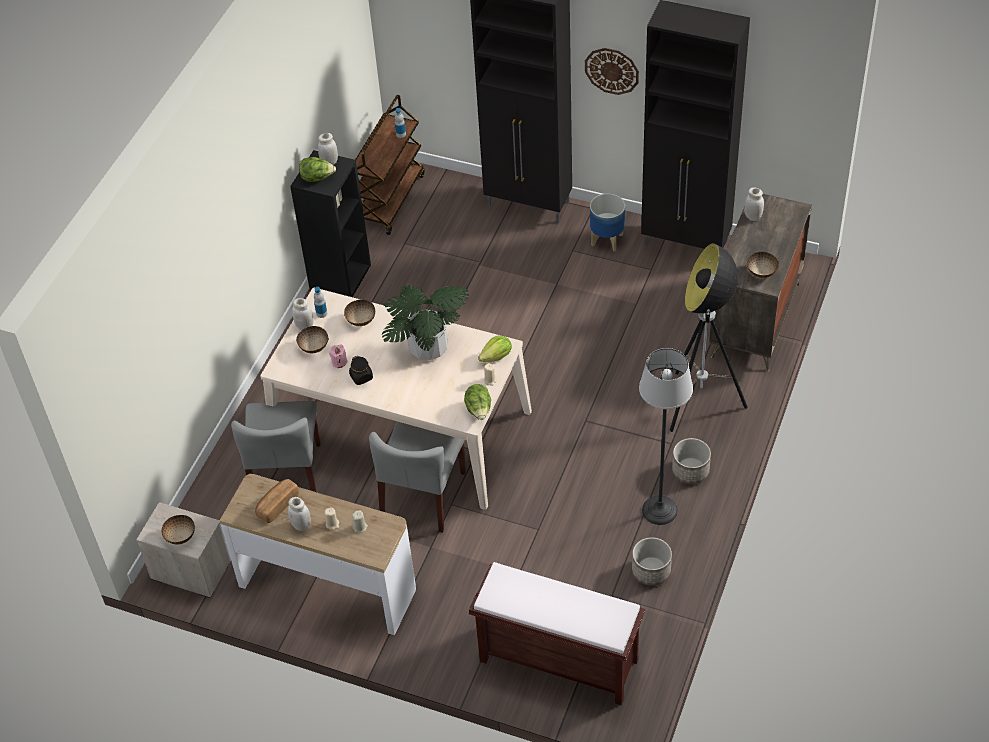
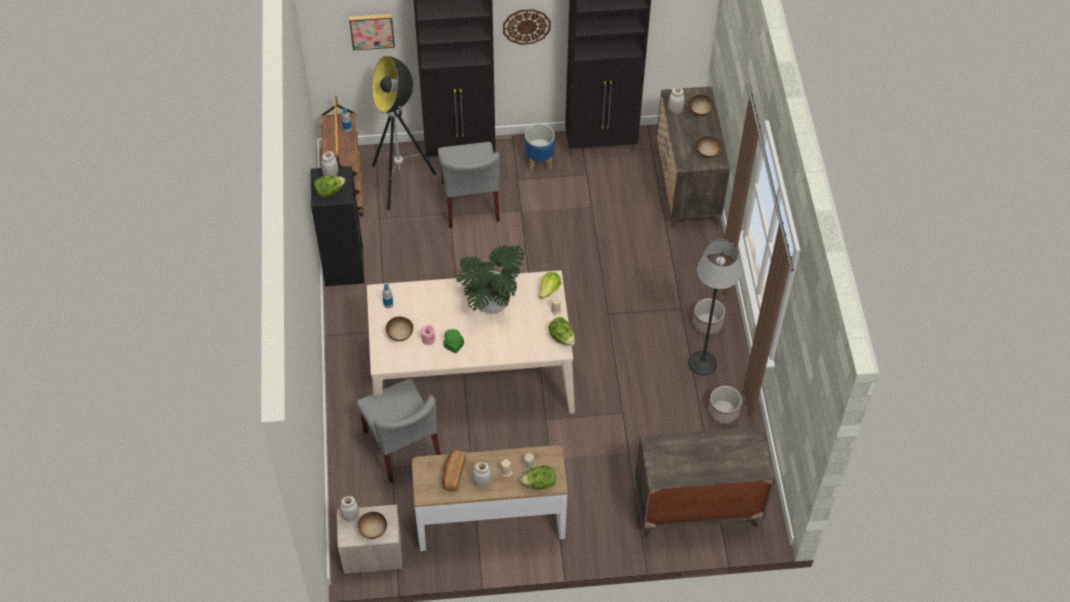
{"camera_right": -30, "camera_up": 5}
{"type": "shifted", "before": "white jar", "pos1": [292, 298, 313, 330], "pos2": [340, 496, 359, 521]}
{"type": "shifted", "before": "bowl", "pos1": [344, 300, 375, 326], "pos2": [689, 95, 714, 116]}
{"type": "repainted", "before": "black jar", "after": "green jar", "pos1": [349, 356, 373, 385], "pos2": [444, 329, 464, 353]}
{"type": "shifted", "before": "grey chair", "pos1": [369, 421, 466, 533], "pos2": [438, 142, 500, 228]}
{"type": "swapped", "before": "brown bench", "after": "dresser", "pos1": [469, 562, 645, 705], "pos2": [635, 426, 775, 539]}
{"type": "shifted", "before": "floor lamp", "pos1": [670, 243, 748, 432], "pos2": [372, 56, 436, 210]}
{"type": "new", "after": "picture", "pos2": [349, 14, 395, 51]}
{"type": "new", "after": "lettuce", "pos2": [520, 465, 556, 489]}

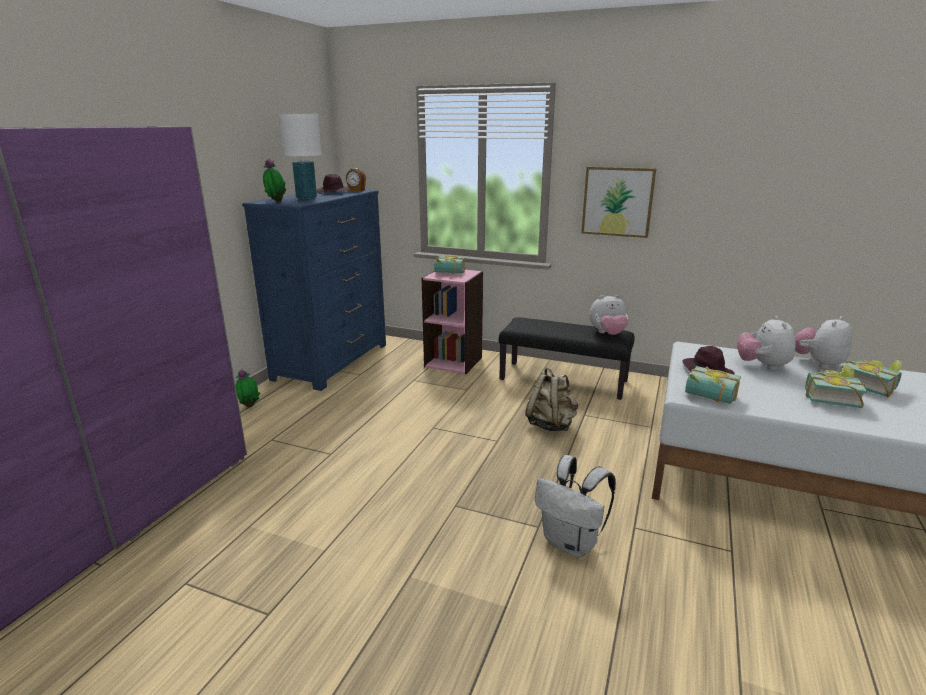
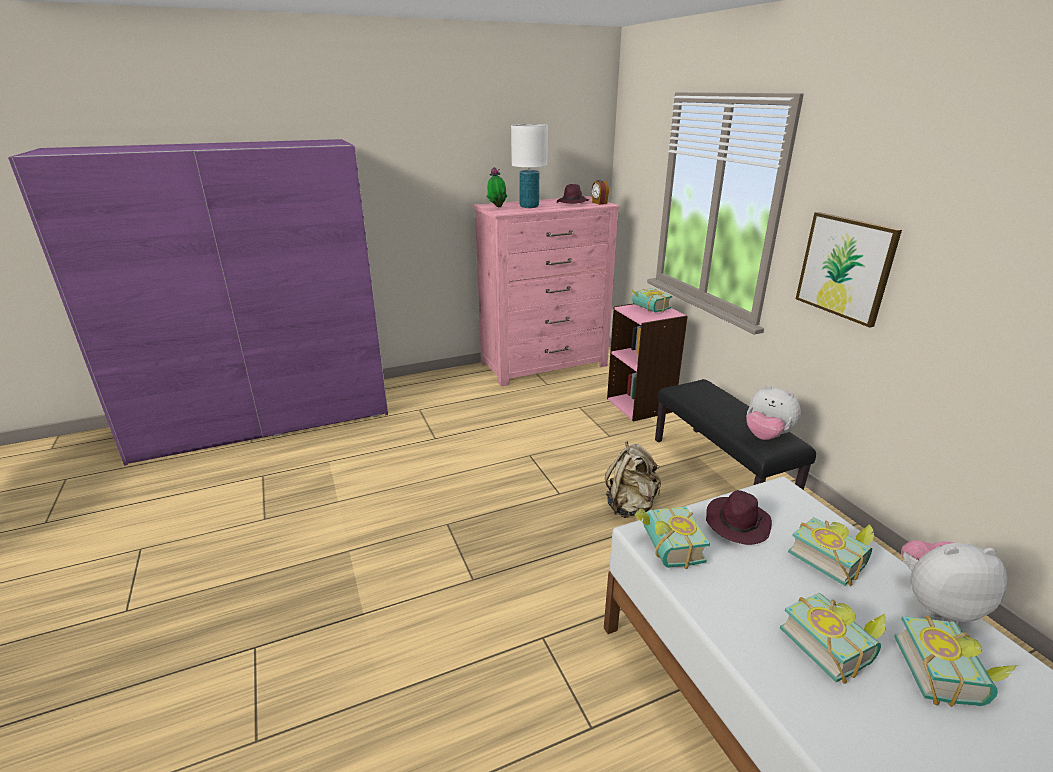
{"camera_right": 45, "camera_up": 5}
{"type": "gone", "before": "potted plant", "pos1": [235, 369, 260, 407]}
{"type": "repainted", "before": "blue dresser", "after": "pink dresser", "pos1": [242, 190, 386, 391], "pos2": [473, 196, 620, 387]}
{"type": "gone", "before": "white backpack", "pos1": [535, 455, 616, 557]}
{"type": "swapped", "before": "plush toy", "after": "book", "pos1": [737, 316, 796, 370], "pos2": [788, 517, 874, 586]}

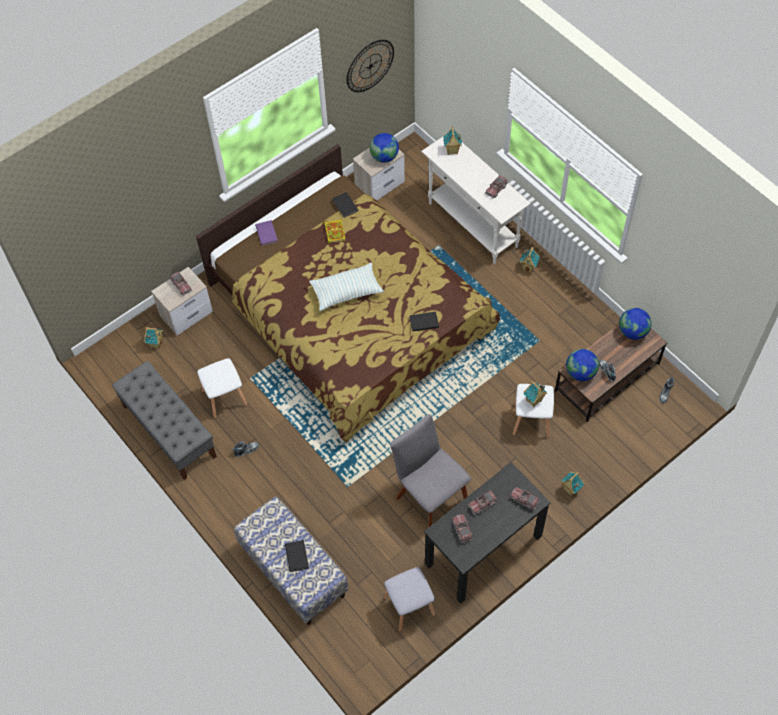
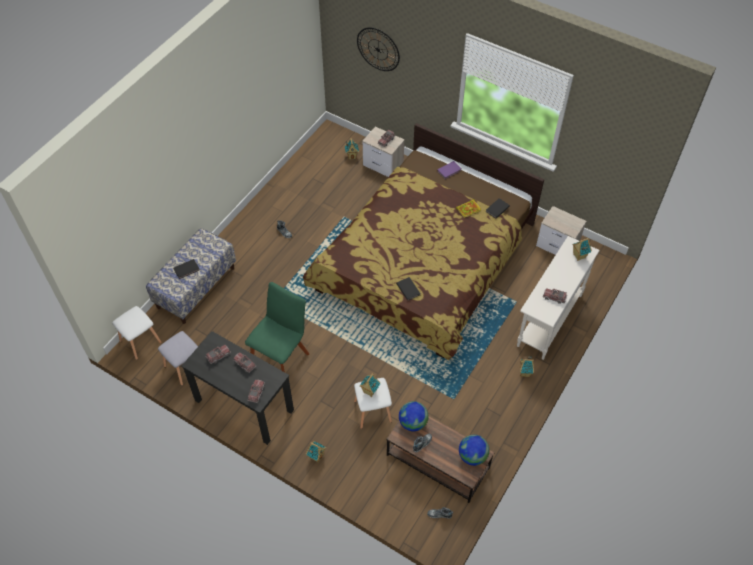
{"camera_right": 70, "camera_up": -5}
{"type": "gone", "before": "grey bench", "pos1": [112, 361, 217, 480]}
{"type": "shifted", "before": "white stool", "pos1": [197, 358, 248, 419], "pos2": [112, 306, 162, 360]}
{"type": "gone", "before": "pillow", "pos1": [309, 263, 384, 311]}
{"type": "shifted", "before": "wall clock", "pos1": [347, 40, 394, 92], "pos2": [357, 27, 400, 71]}
{"type": "gone", "before": "globe", "pos1": [370, 133, 399, 163]}
{"type": "repainted", "before": "grey chair", "after": "green chair", "pos1": [390, 414, 471, 528], "pos2": [245, 282, 309, 372]}

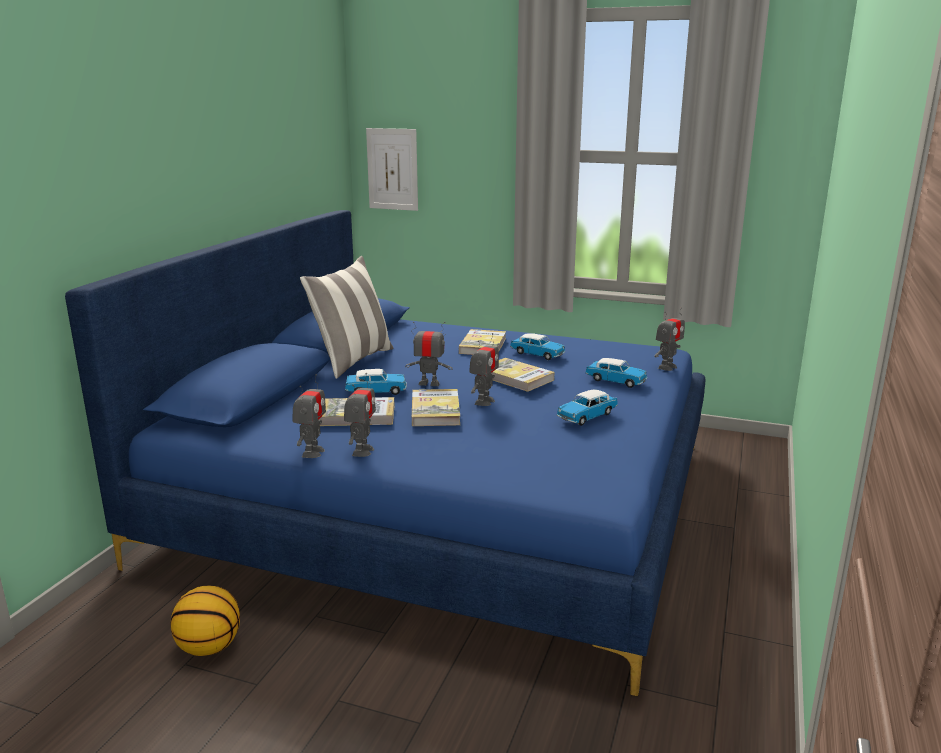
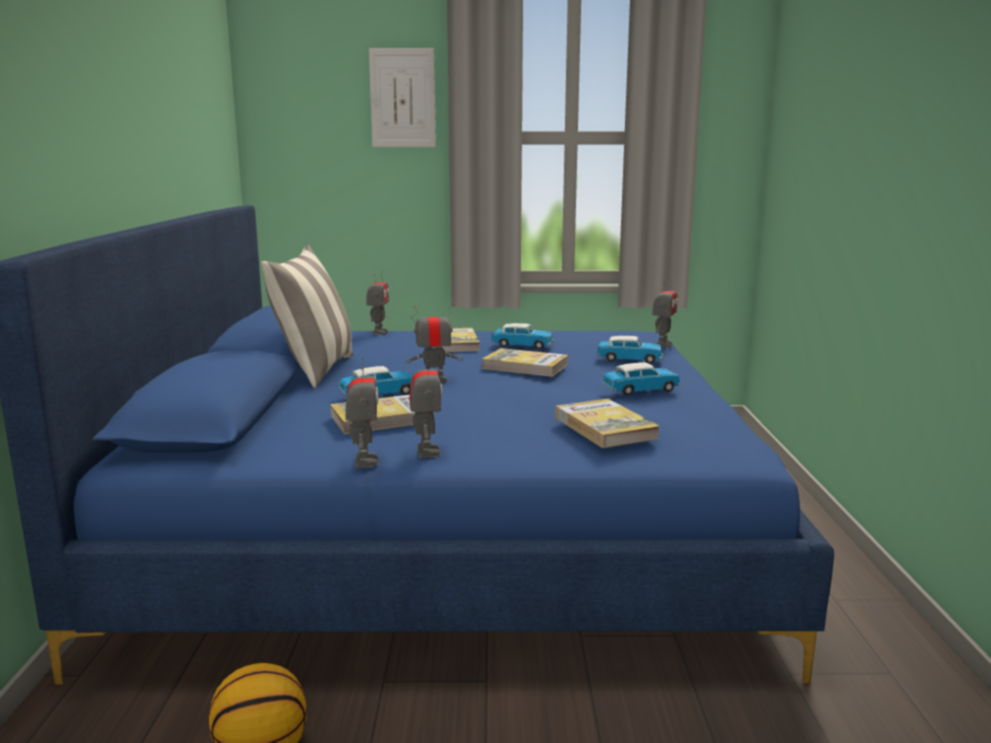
{"camera_right": -20, "camera_up": -5}
{"type": "shifted", "before": "picture", "pos1": [366, 128, 418, 211], "pos2": [369, 48, 436, 147]}
{"type": "shifted", "before": "book", "pos1": [412, 389, 460, 426], "pos2": [555, 399, 660, 448]}
{"type": "shifted", "before": "toy robot", "pos1": [469, 333, 499, 406], "pos2": [366, 271, 389, 335]}
{"type": "rotated", "before": "toy car", "pos1": [557, 389, 618, 426], "pos2": [602, 362, 680, 396], "turn": -135}

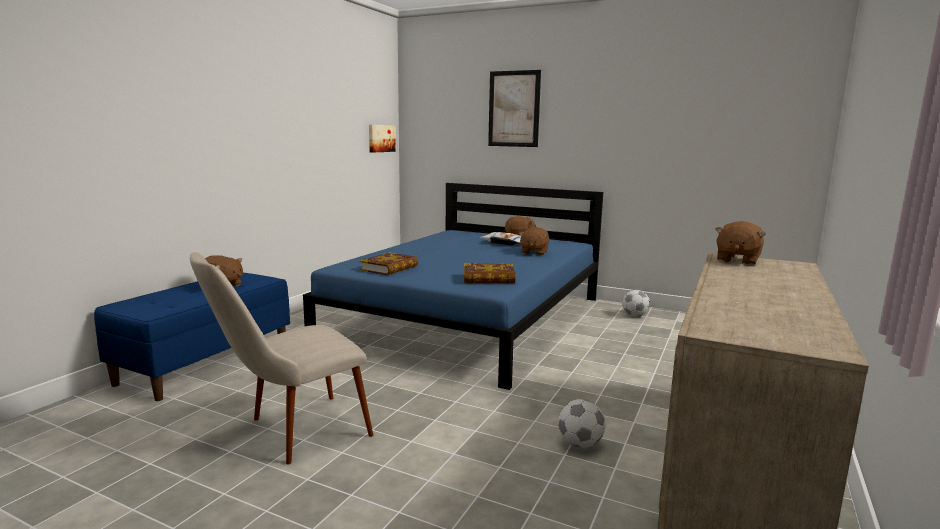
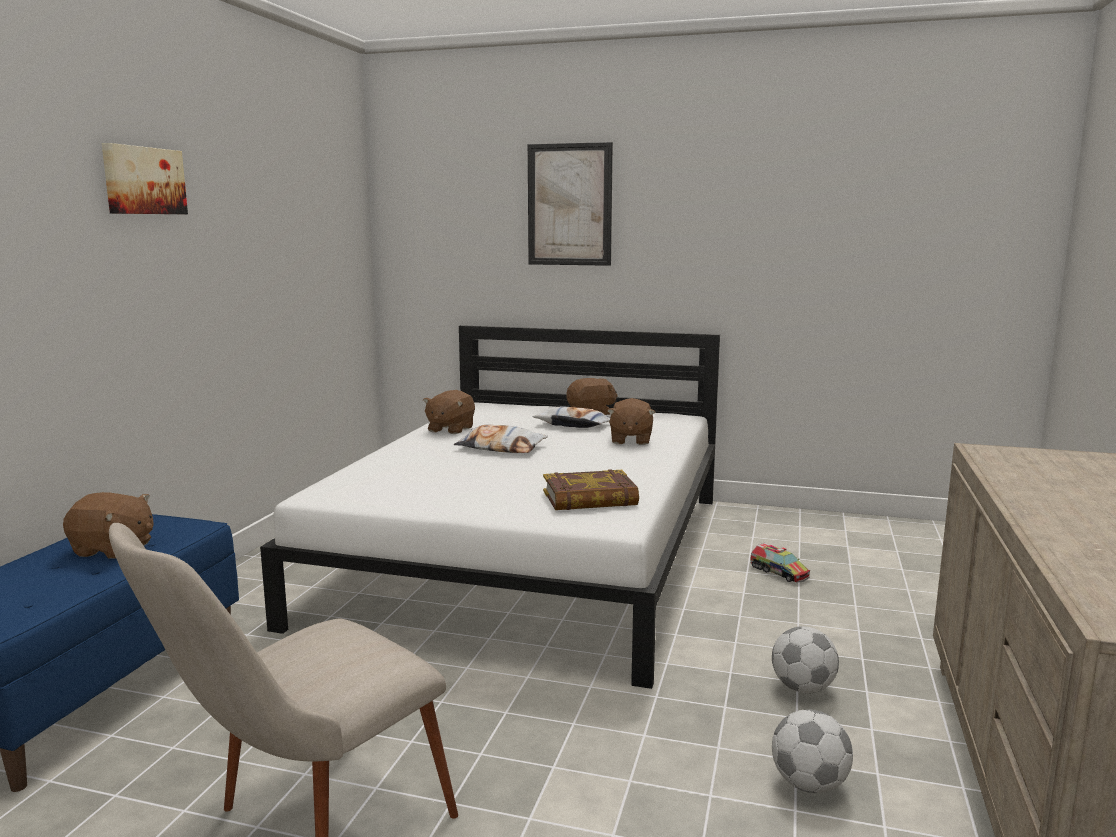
{"camera_right": -10, "camera_up": 0}
{"type": "repainted", "before": "blue bed", "after": "white bed", "pos1": [303, 183, 603, 390], "pos2": [260, 325, 720, 689]}
{"type": "gone", "before": "book", "pos1": [359, 252, 418, 275]}
{"type": "shifted", "before": "picture", "pos1": [369, 125, 396, 153], "pos2": [102, 143, 188, 214]}
{"type": "shifted", "before": "football", "pos1": [622, 290, 650, 317], "pos2": [772, 626, 839, 694]}
{"type": "shifted", "before": "brown plush toy", "pos1": [715, 221, 766, 265], "pos2": [423, 390, 475, 434]}
{"type": "new", "after": "pillow", "pos2": [454, 425, 548, 453]}
{"type": "new", "after": "toy truck", "pos2": [750, 543, 810, 582]}

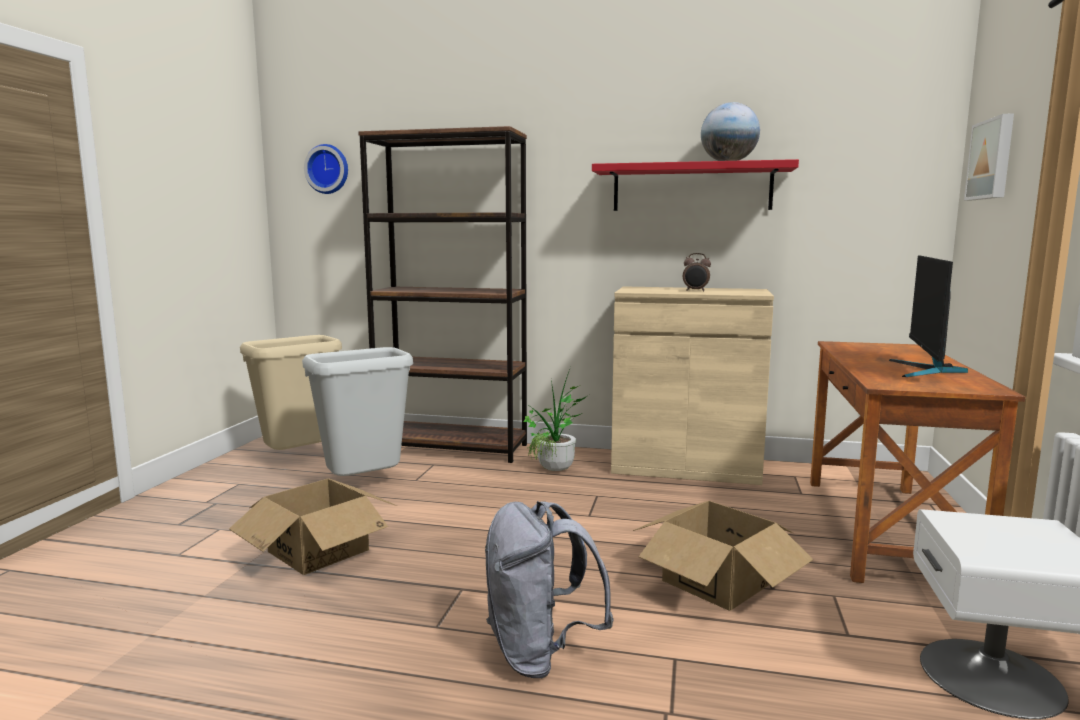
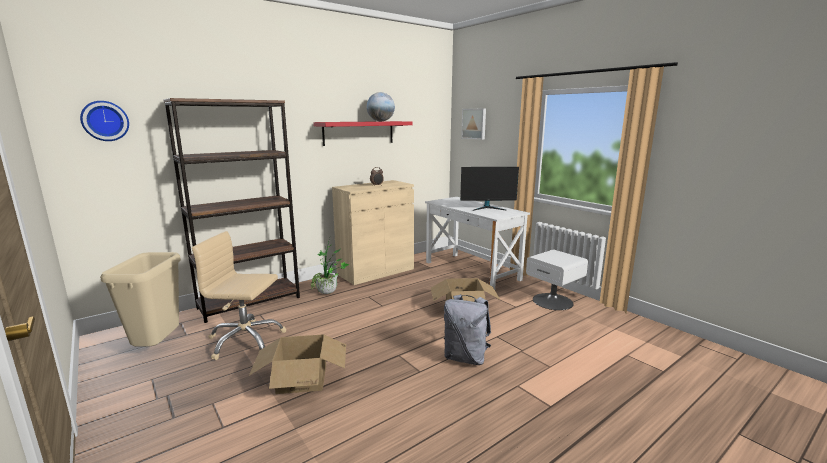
{"camera_right": -50, "camera_up": 5}
{"type": "swapped", "before": "grey trash can", "after": "beige office chair", "pos1": [302, 347, 413, 476], "pos2": [192, 231, 286, 360]}
{"type": "repainted", "before": "brown desk", "after": "white desk", "pos1": [810, 341, 1025, 583], "pos2": [425, 197, 530, 290]}
{"type": "rotated", "before": "monitor", "pos1": [889, 255, 968, 377], "pos2": [460, 167, 519, 211], "turn": -60}

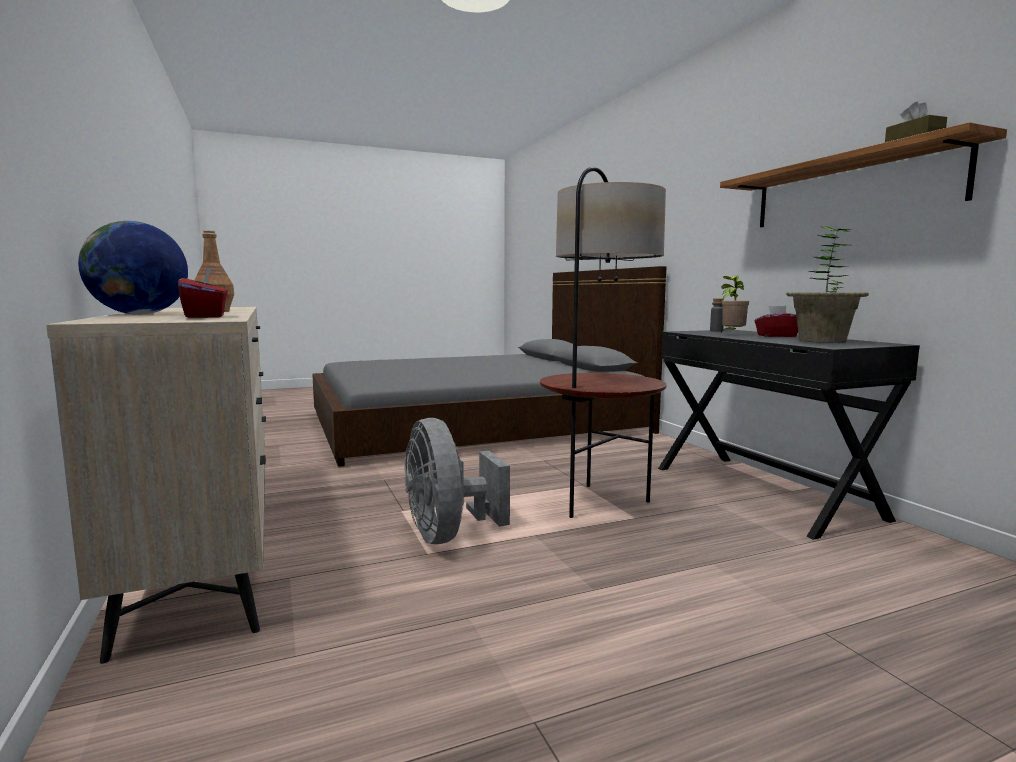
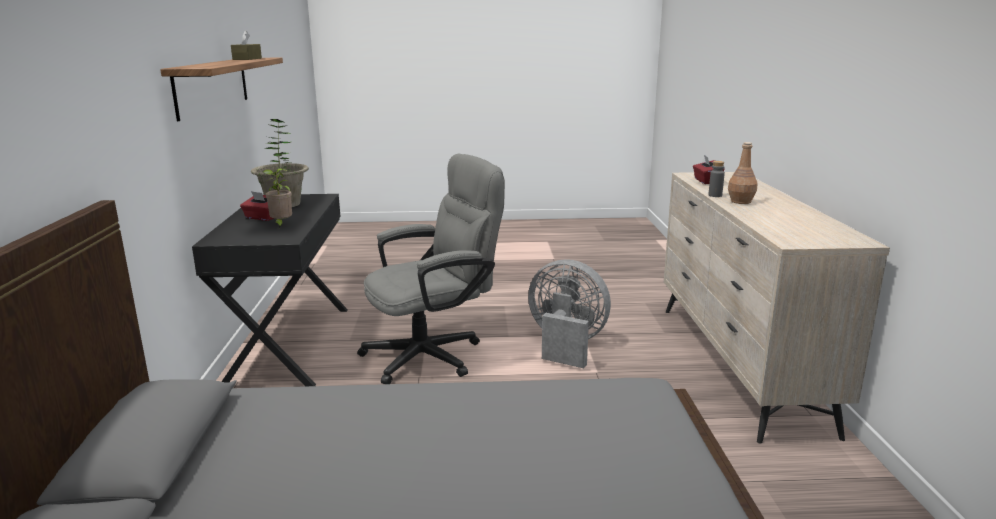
{"camera_right": -160, "camera_up": 10}
{"type": "gone", "before": "globe", "pos1": [78, 221, 188, 315]}
{"type": "rotated", "before": "grey fan", "pos1": [404, 418, 510, 544], "pos2": [528, 259, 611, 368], "turn": -60}
{"type": "swapped", "before": "floor lamp", "after": "grey office chair", "pos1": [540, 167, 666, 518], "pos2": [357, 154, 505, 384]}
{"type": "shifted", "before": "grey bottle", "pos1": [710, 298, 724, 332], "pos2": [708, 161, 725, 197]}

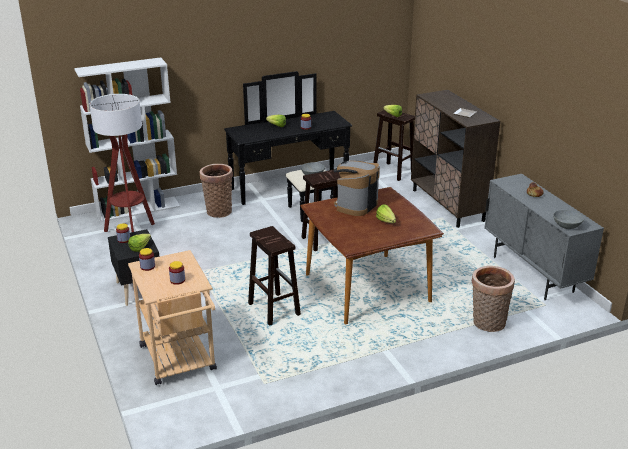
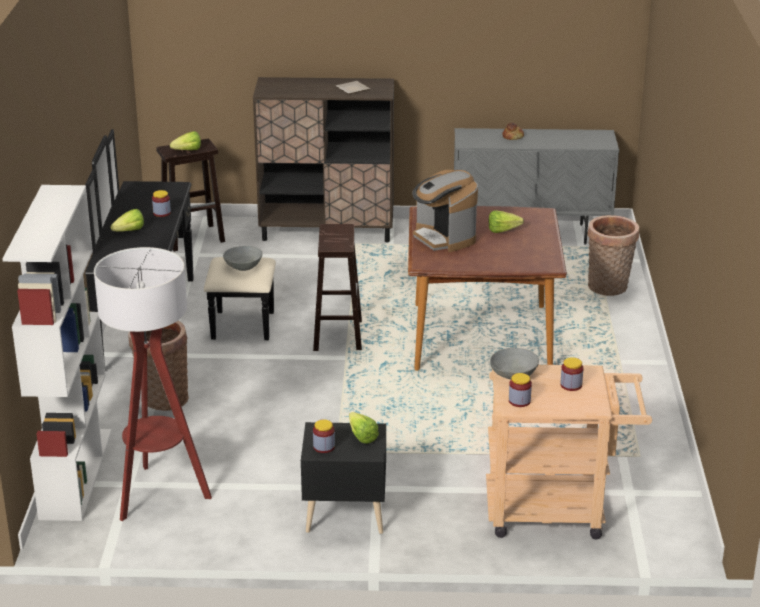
{"camera_right": -65, "camera_up": 0}
{"type": "gone", "before": "brown stool", "pos1": [248, 226, 301, 326]}
{"type": "shifted", "before": "grey bowl", "pos1": [553, 210, 585, 229], "pos2": [490, 348, 539, 380]}

